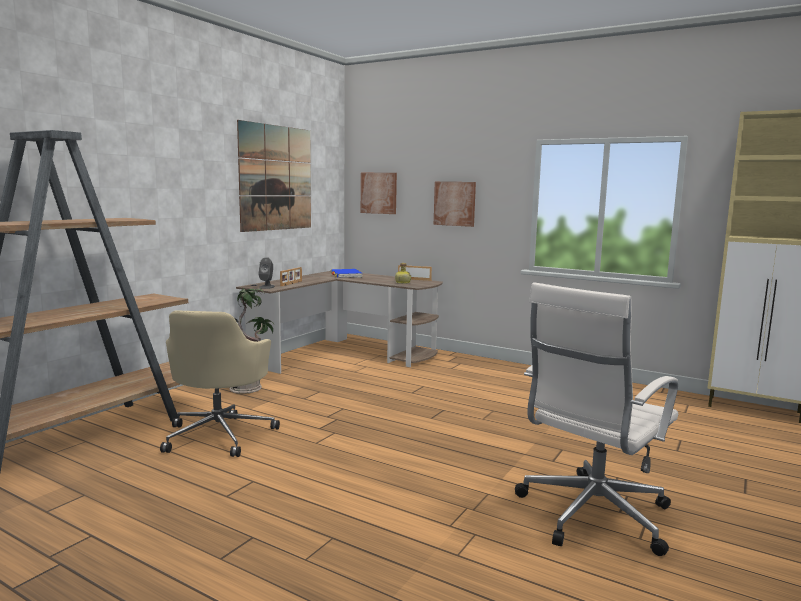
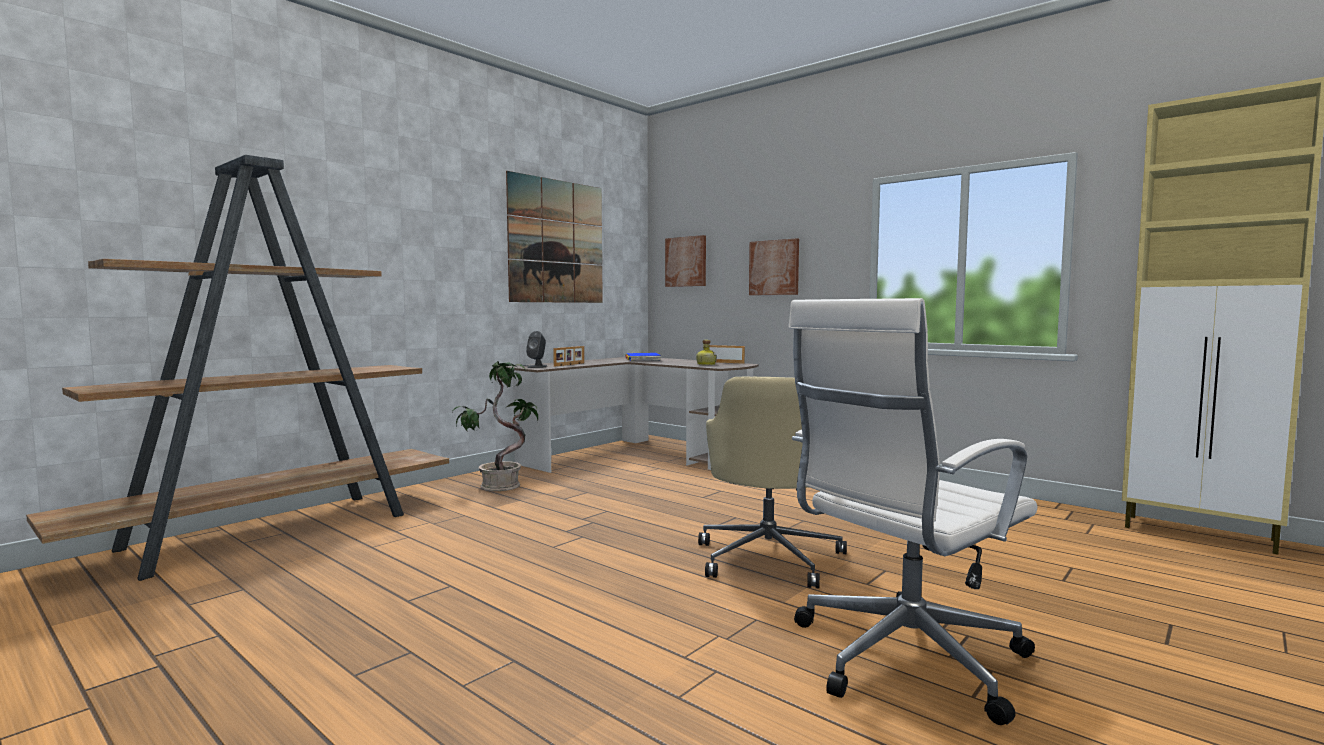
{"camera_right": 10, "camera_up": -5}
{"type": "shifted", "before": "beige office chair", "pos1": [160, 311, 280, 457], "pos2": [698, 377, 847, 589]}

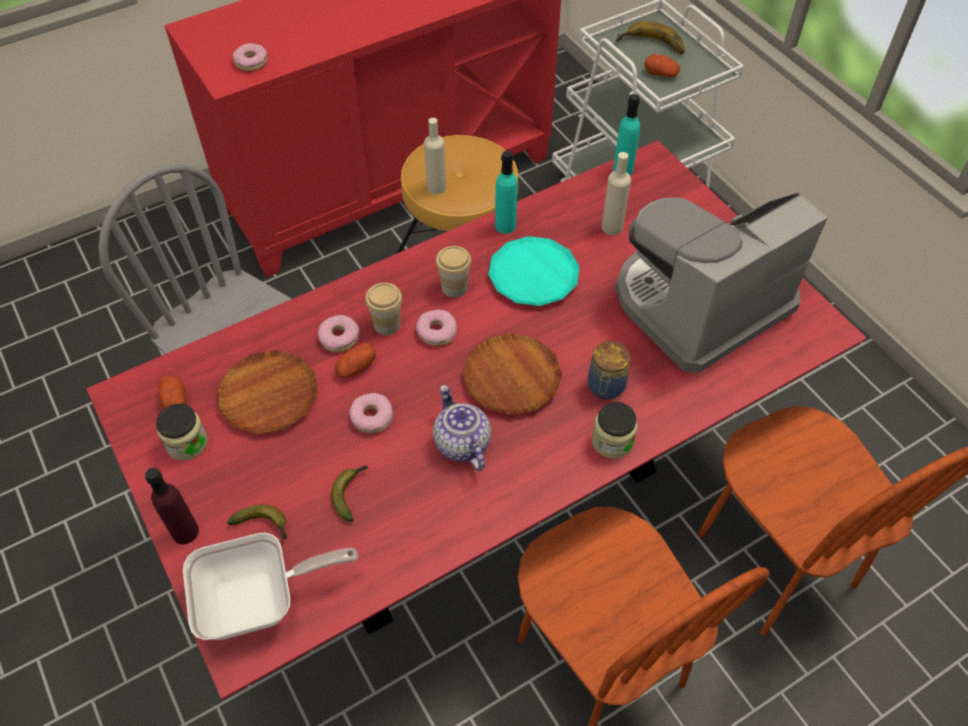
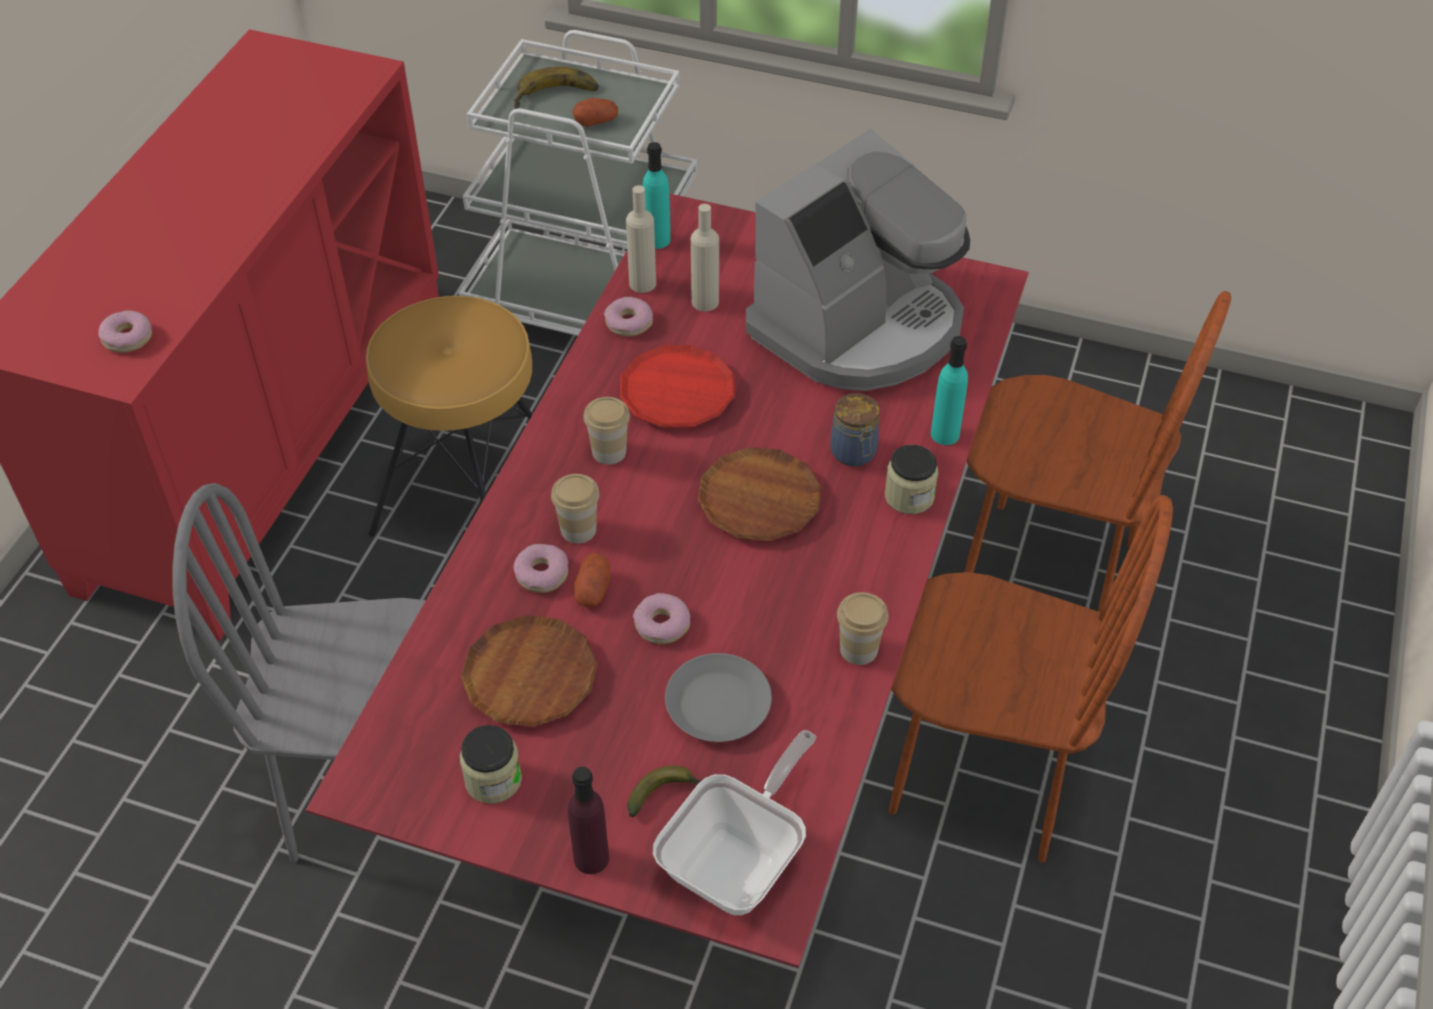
{"camera_right": -40, "camera_up": -5}
{"type": "gone", "before": "potato", "pos1": [158, 375, 187, 409]}
{"type": "swapped", "before": "banana", "after": "grey plate", "pos1": [331, 465, 368, 522], "pos2": [665, 653, 772, 742]}
{"type": "shifted", "before": "donut", "pos1": [416, 309, 457, 346], "pos2": [604, 297, 653, 337]}
{"type": "shifted", "before": "beige bottle", "pos1": [424, 118, 446, 194], "pos2": [626, 185, 656, 293]}
{"type": "gone", "before": "teapot", "pos1": [433, 385, 491, 471]}
{"type": "repainted", "before": "turquoise plate", "after": "red plate", "pos1": [488, 236, 580, 306], "pos2": [620, 345, 735, 428]}
{"type": "shifted", "before": "turquoise bottle", "pos1": [495, 151, 517, 234], "pos2": [931, 336, 968, 445]}
{"type": "rotated", "before": "coffee machine", "pos1": [615, 192, 828, 373], "pos2": [746, 129, 970, 391], "turn": -150}
{"type": "new", "after": "cup", "pos2": [837, 592, 889, 665]}

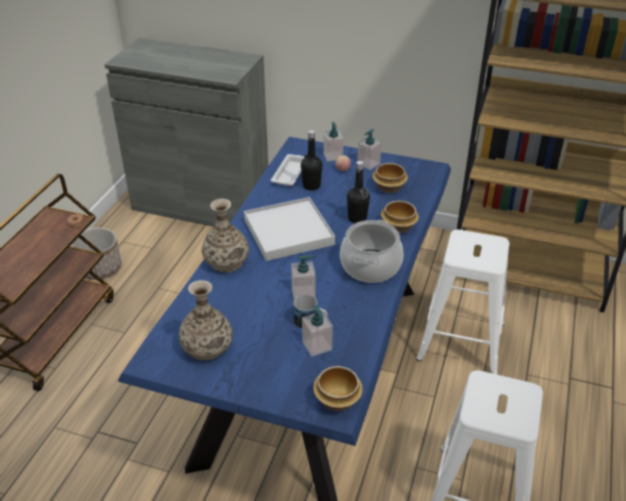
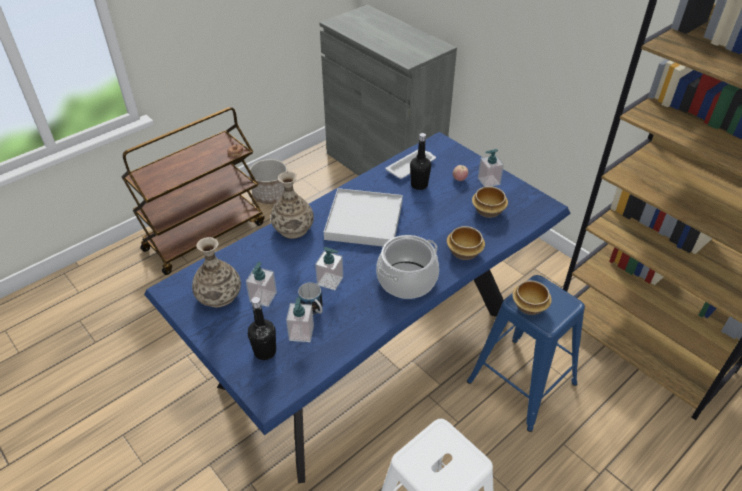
{"camera_right": 30, "camera_up": 5}
{"type": "shifted", "before": "bowl", "pos1": [313, 366, 363, 411], "pos2": [512, 280, 552, 315]}
{"type": "shifted", "before": "soap dispenser", "pos1": [323, 122, 344, 162], "pos2": [246, 262, 277, 307]}
{"type": "shifted", "before": "black bottle", "pos1": [347, 161, 370, 223], "pos2": [248, 297, 276, 360]}
{"type": "repainted", "before": "white stool", "after": "blue stool", "pos1": [416, 230, 509, 374], "pos2": [467, 275, 585, 432]}

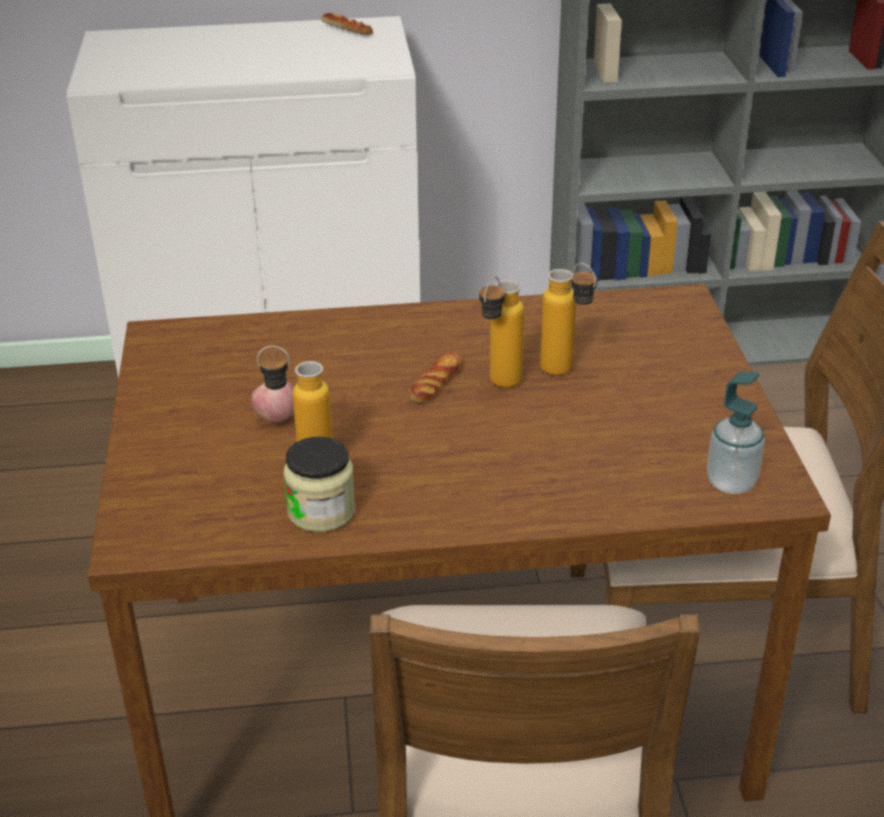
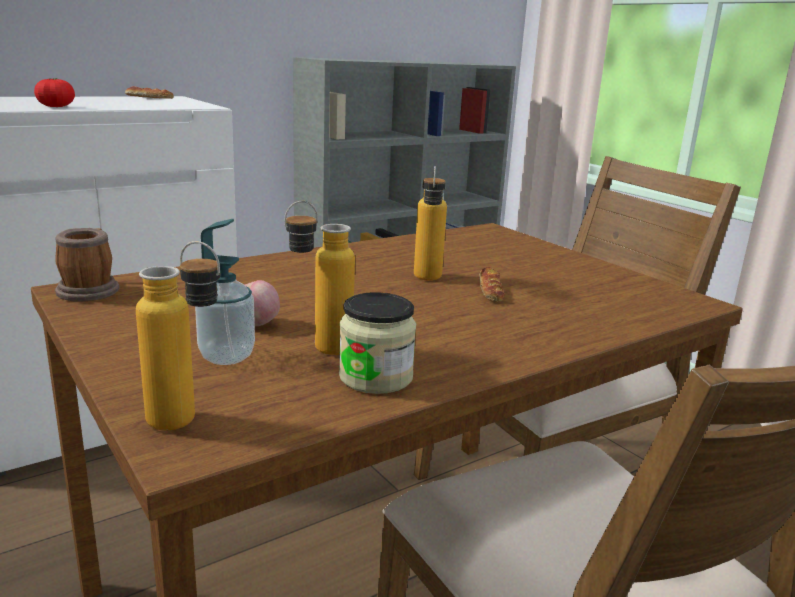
{"camera_right": -30, "camera_up": -15}
{"type": "shifted", "before": "bread", "pos1": [408, 353, 462, 403], "pos2": [479, 267, 505, 302]}
{"type": "shifted", "before": "bottle", "pos1": [540, 263, 597, 376], "pos2": [136, 241, 220, 431]}
{"type": "shifted", "before": "soap dispenser", "pos1": [707, 372, 765, 494], "pos2": [195, 219, 255, 365]}
{"type": "new", "after": "tomato", "pos2": [34, 78, 75, 107]}
{"type": "new", "after": "mug", "pos2": [55, 228, 119, 302]}

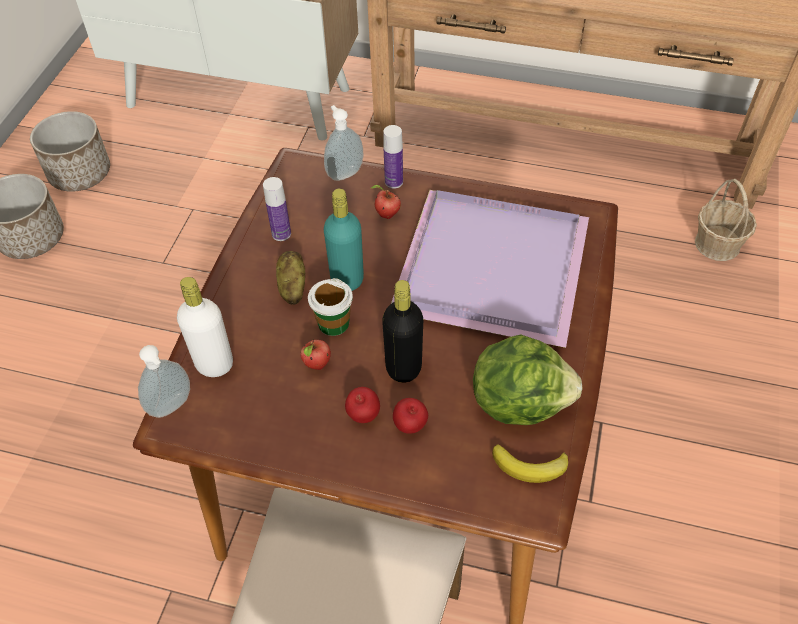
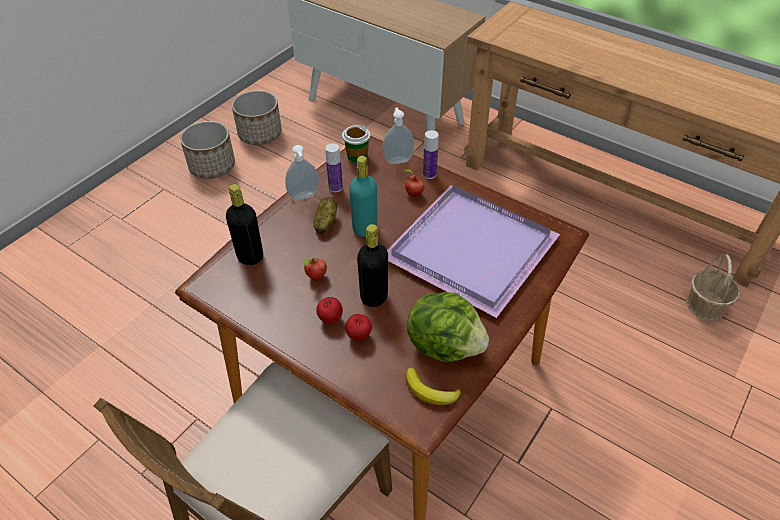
{"camera_right": 20, "camera_up": -5}
{"type": "shifted", "before": "soap dispenser", "pos1": [138, 345, 190, 418], "pos2": [285, 145, 319, 200]}
{"type": "repainted", "before": "white bottle", "after": "black bottle", "pos1": [177, 277, 233, 377], "pos2": [226, 184, 263, 265]}
{"type": "shifted", "before": "cup", "pos1": [308, 278, 353, 336], "pos2": [342, 125, 370, 163]}

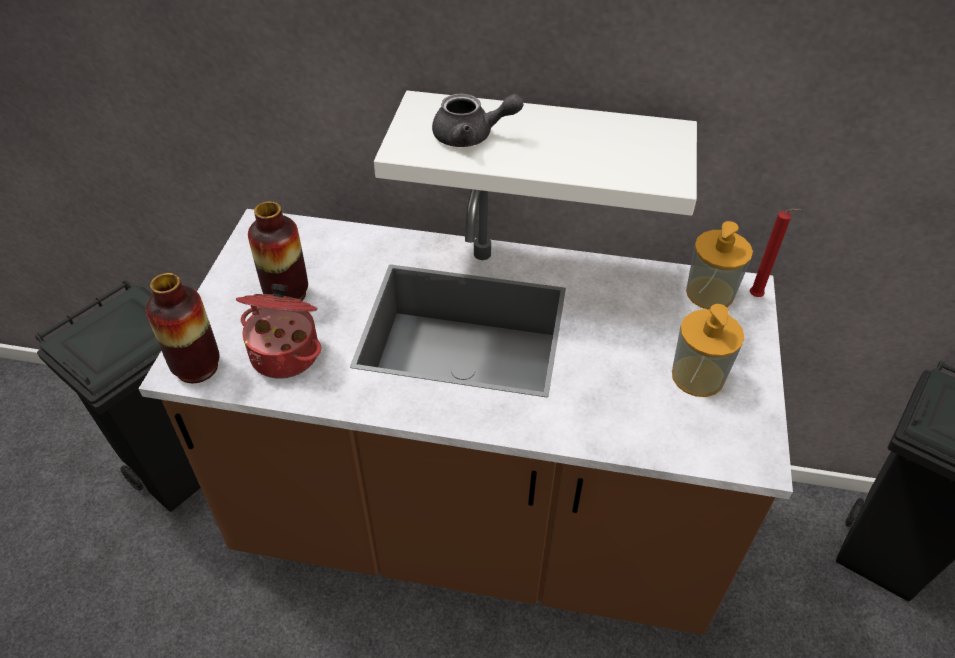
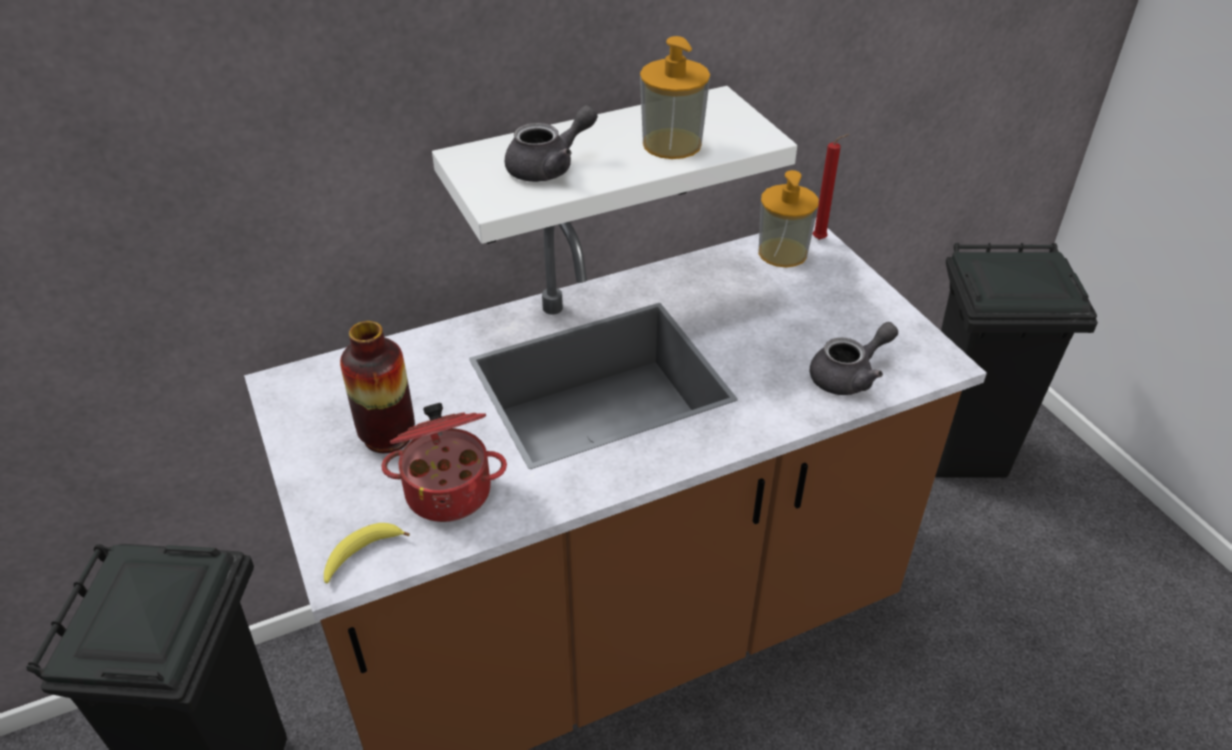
{"camera_right": -35, "camera_up": -5}
{"type": "swapped", "before": "vase", "after": "banana", "pos1": [146, 273, 220, 383], "pos2": [324, 523, 410, 583]}
{"type": "shifted", "before": "soap dispenser", "pos1": [672, 304, 744, 397], "pos2": [640, 36, 710, 159]}
{"type": "new", "after": "grey teapot", "pos2": [810, 322, 898, 395]}

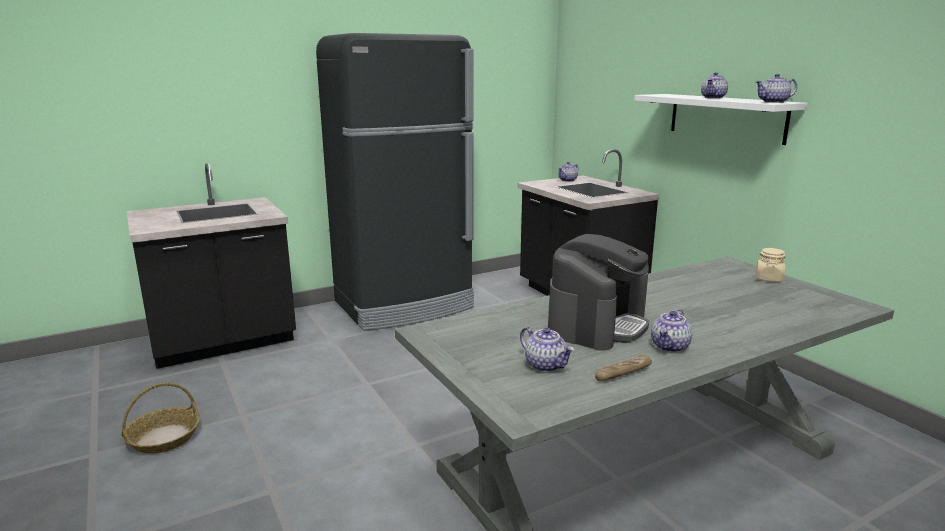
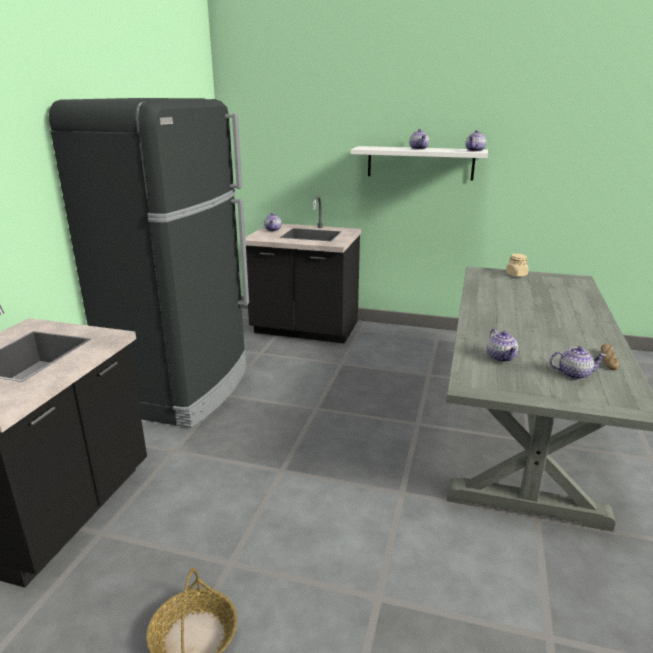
{"camera_right": -45, "camera_up": 5}
{"type": "gone", "before": "coffee machine", "pos1": [548, 234, 649, 351]}
{"type": "shifted", "before": "teapot", "pos1": [651, 310, 693, 353], "pos2": [487, 329, 518, 362]}

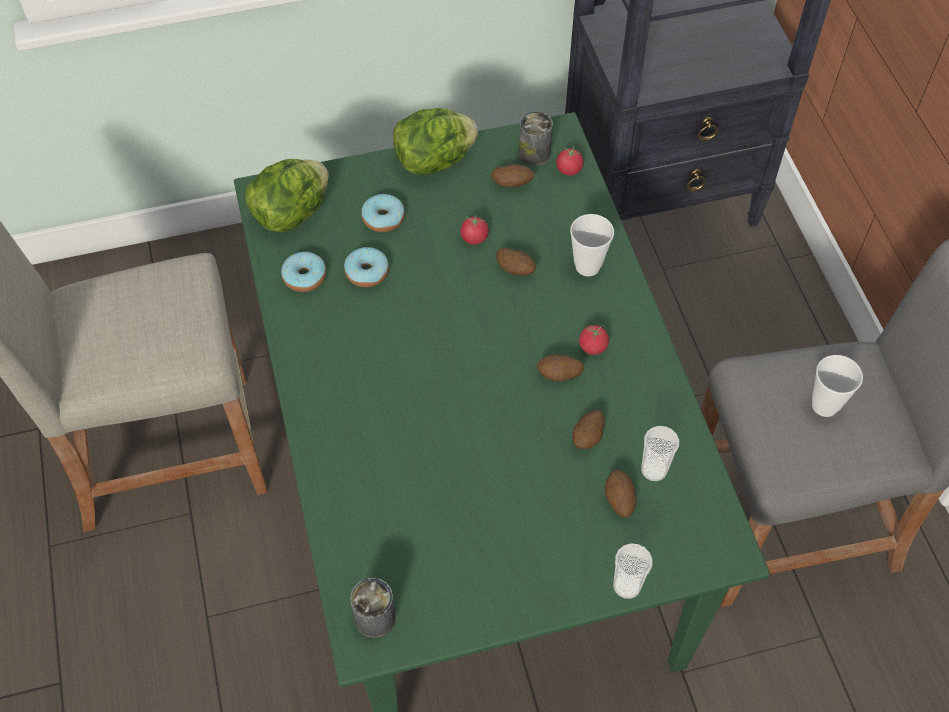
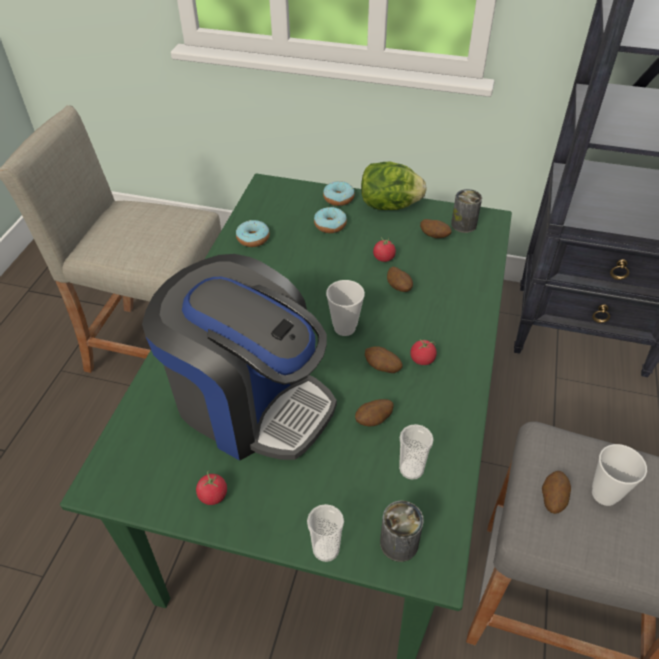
{"camera_right": 30, "camera_up": -10}
{"type": "gone", "before": "lettuce", "pos1": [245, 159, 329, 232]}
{"type": "shifted", "before": "donut", "pos1": [344, 247, 389, 287], "pos2": [323, 181, 355, 206]}
{"type": "shifted", "before": "can", "pos1": [350, 578, 396, 638], "pos2": [380, 501, 424, 562]}
{"type": "shifted", "before": "tomato", "pos1": [556, 146, 583, 175], "pos2": [196, 470, 227, 505]}
{"type": "shifted", "before": "cup", "pos1": [570, 214, 614, 276], "pos2": [326, 280, 365, 336]}
{"type": "shifted", "before": "potato", "pos1": [605, 470, 636, 518], "pos2": [542, 471, 571, 514]}
{"type": "new", "after": "coffee machine", "pos2": [142, 254, 337, 461]}

